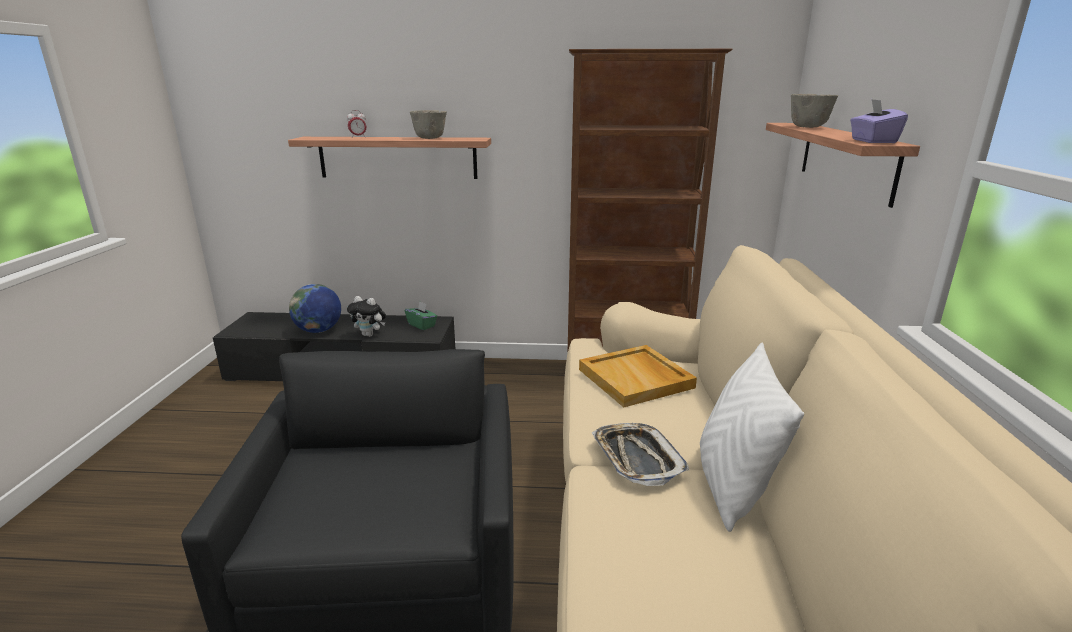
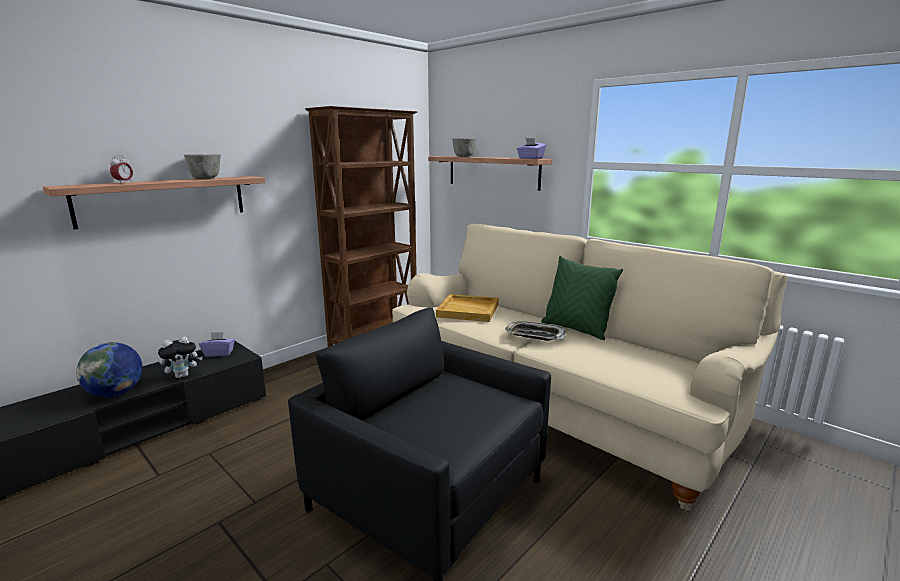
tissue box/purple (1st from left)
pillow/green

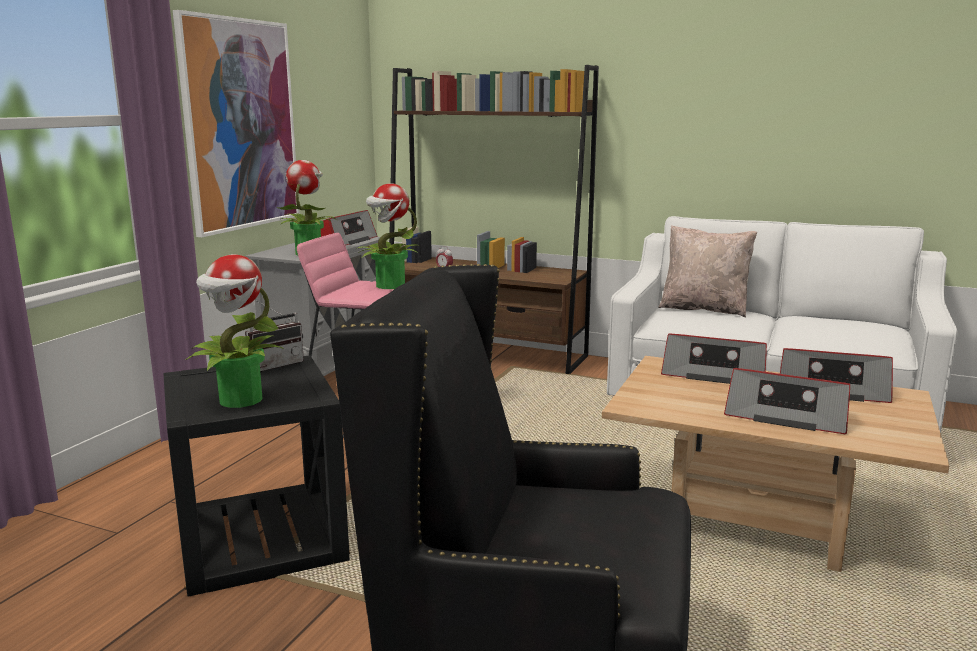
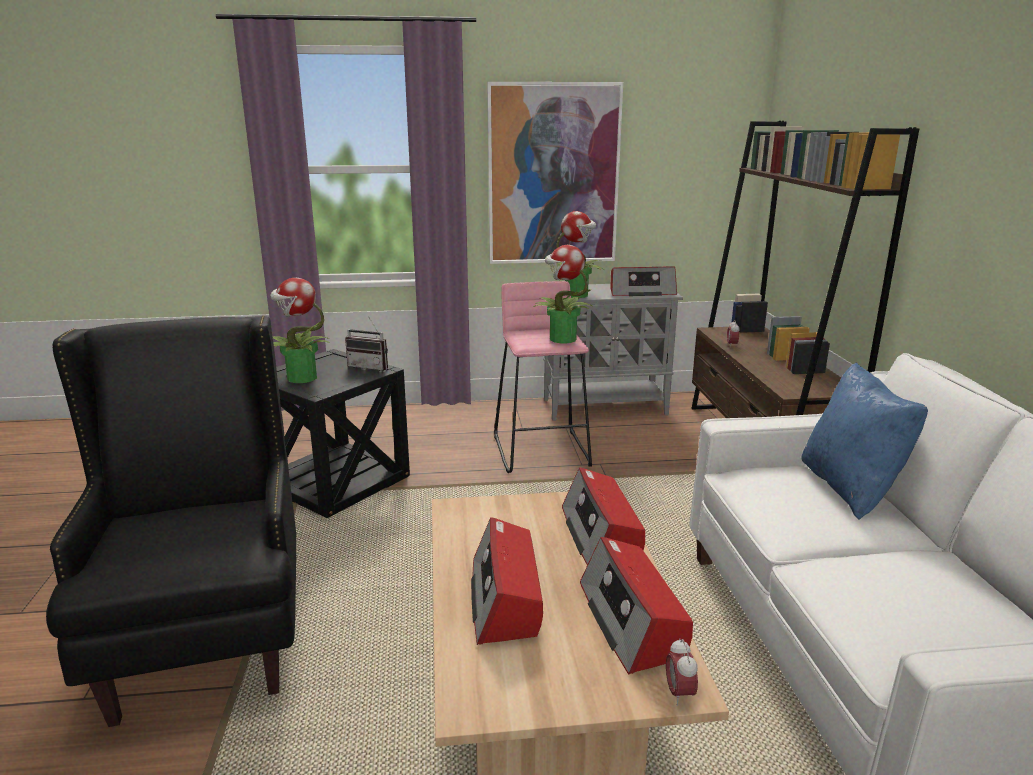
alarm clock (1st from left)
pillow/blue

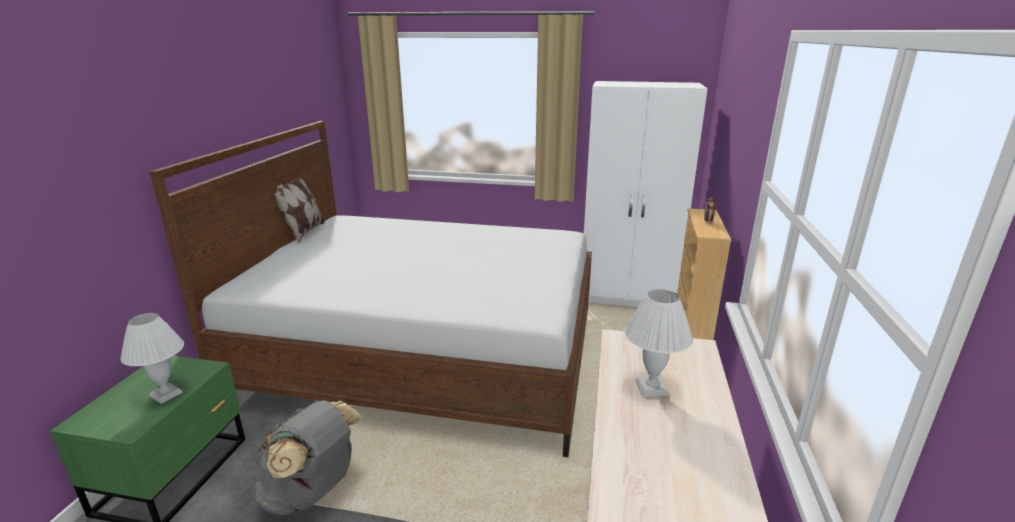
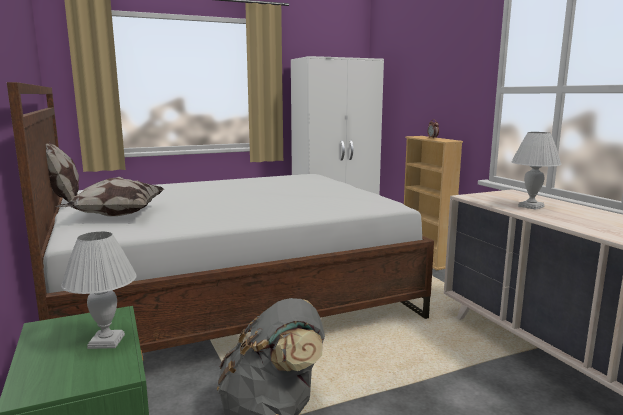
pillow (2nd from left)

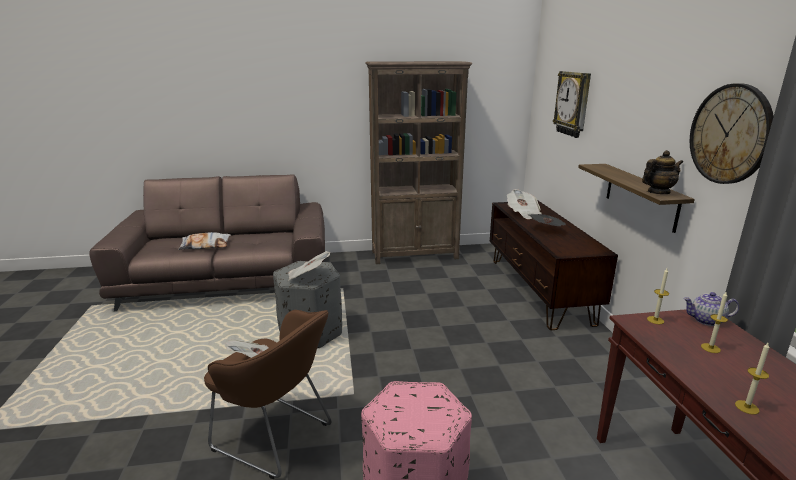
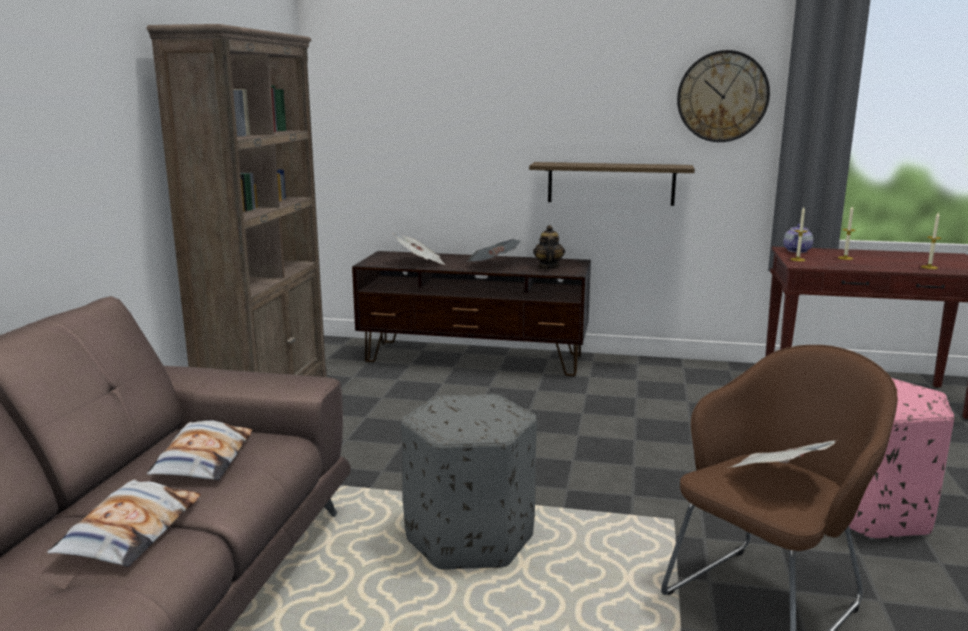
newspaper (2nd from left in the first image)
wall clock (1st from left in the first image)
pillow (2nd from left)
teapot (1st from left)

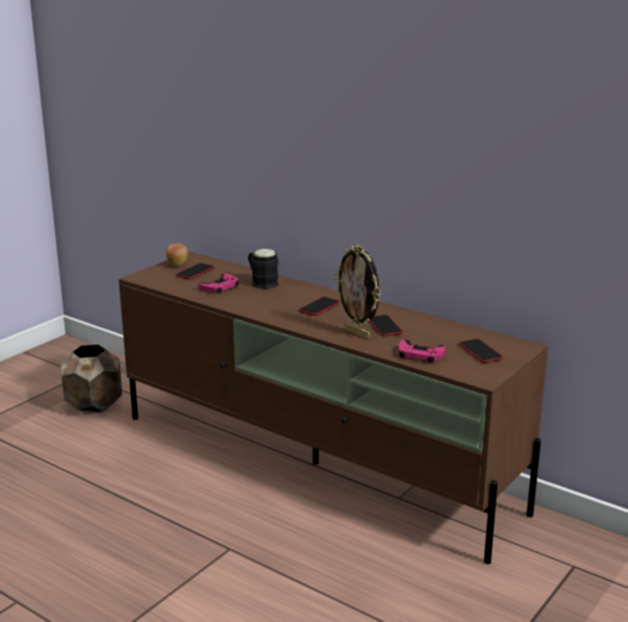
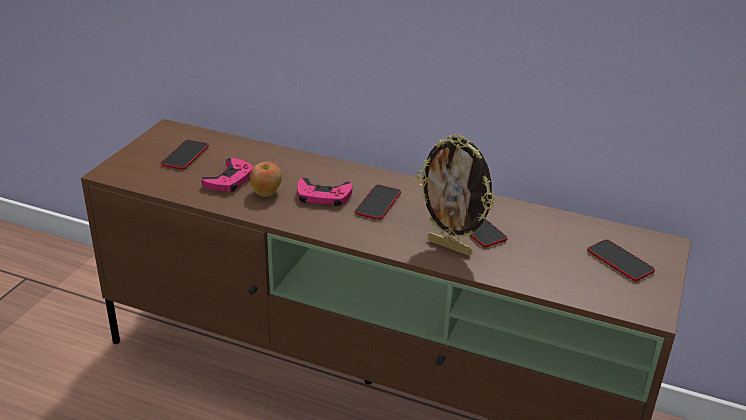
planter/brown
mug/black
apple
game controller/pink (2nd from left)

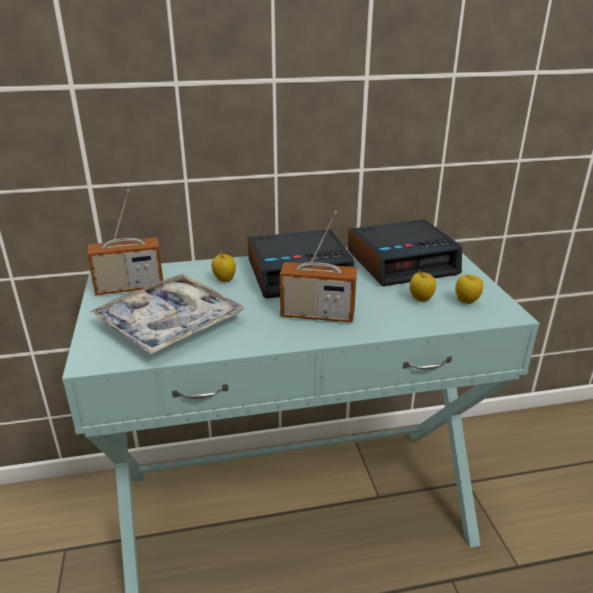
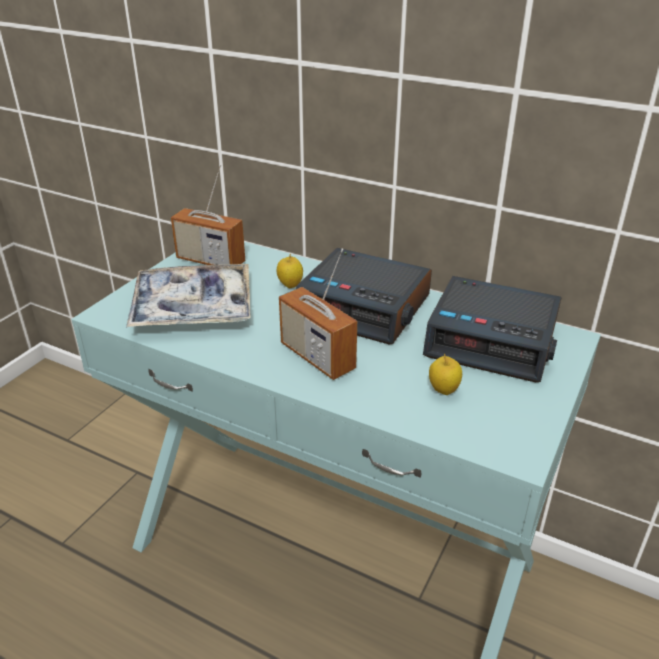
apple (3rd from left in the first image)

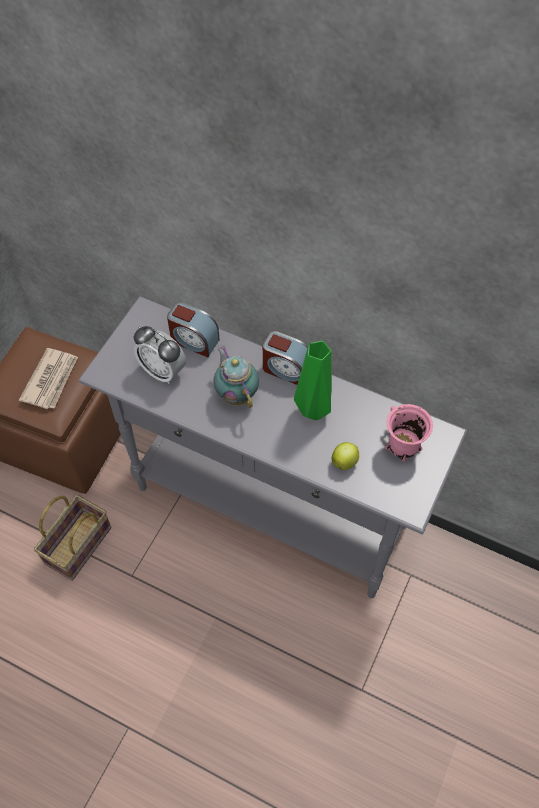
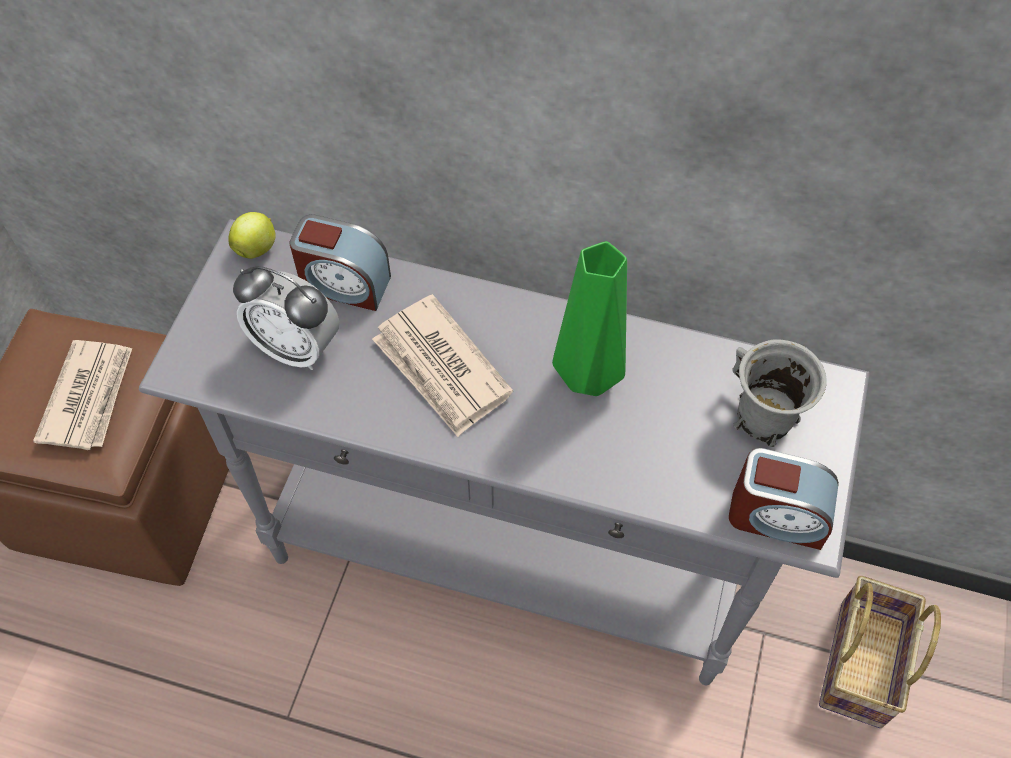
basket
alarm clock (3rd from left)
apple
newspaper (2nd from left)
mug/grey

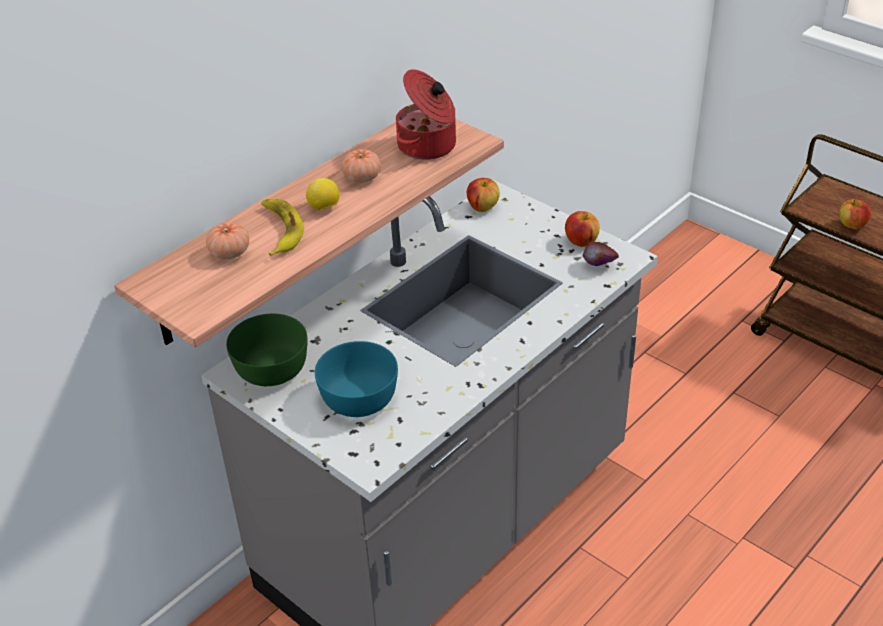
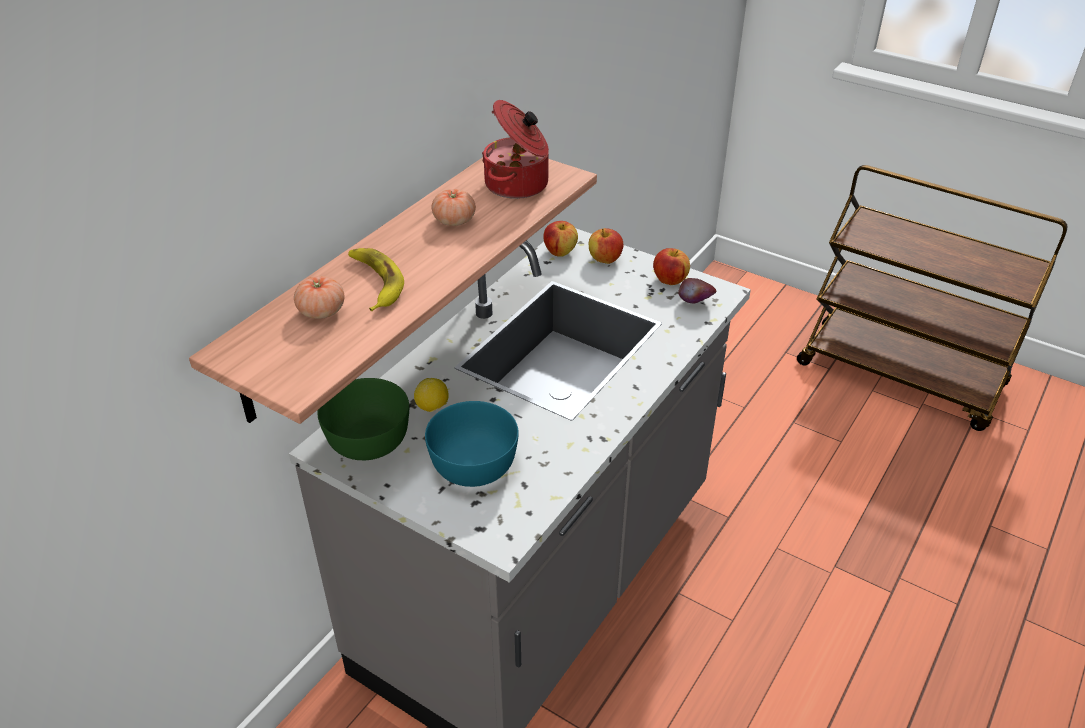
lemon
apple (2nd from left)

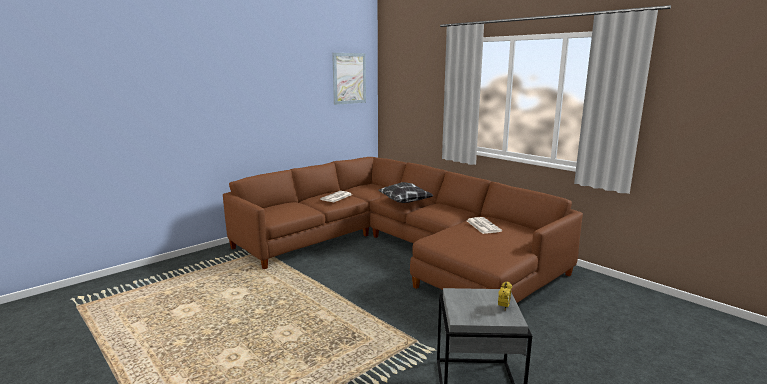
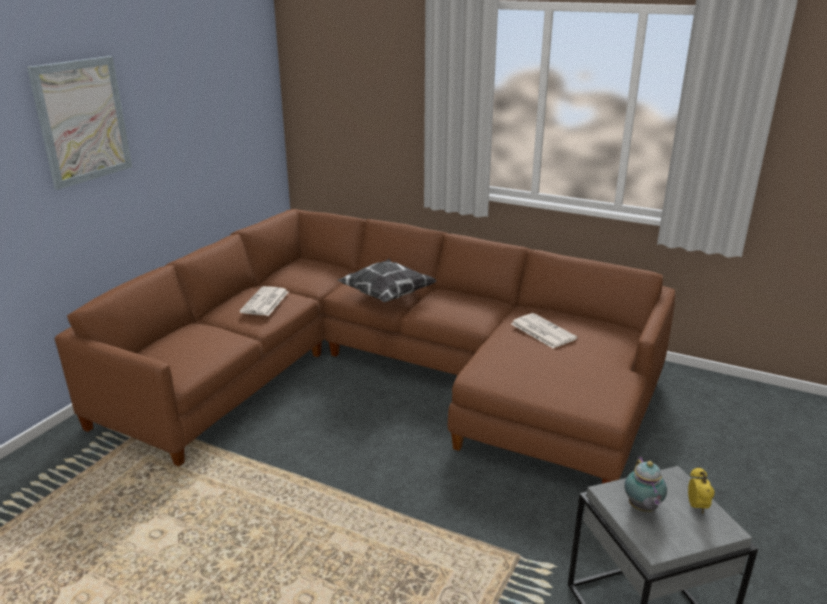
teapot
picture

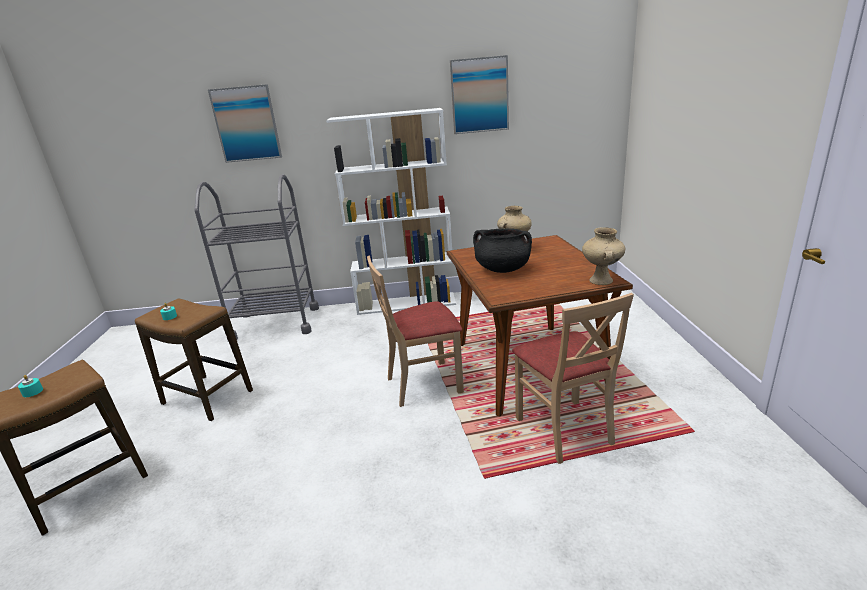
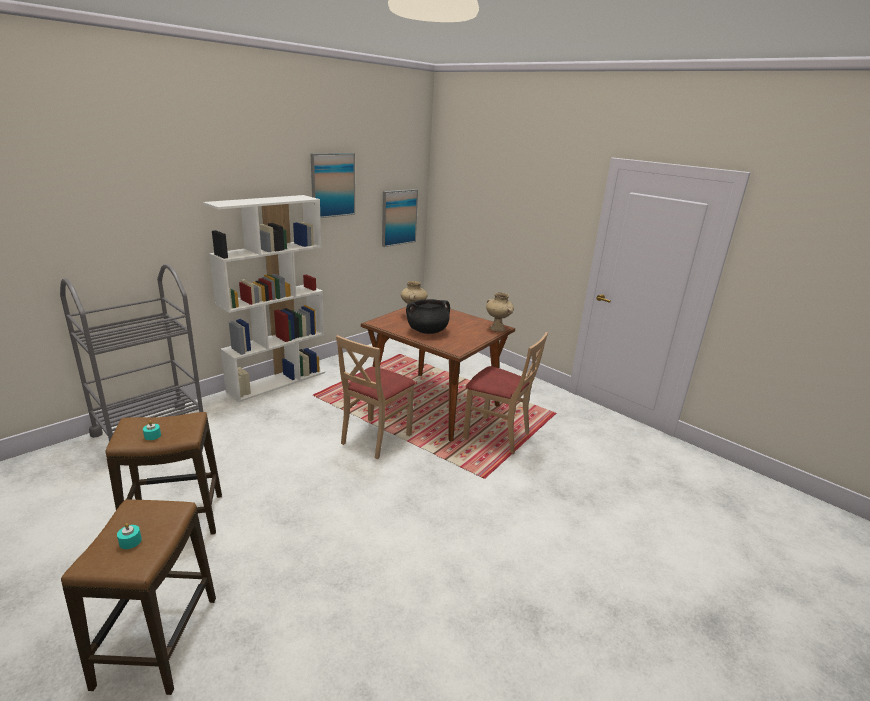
picture (2nd from left)

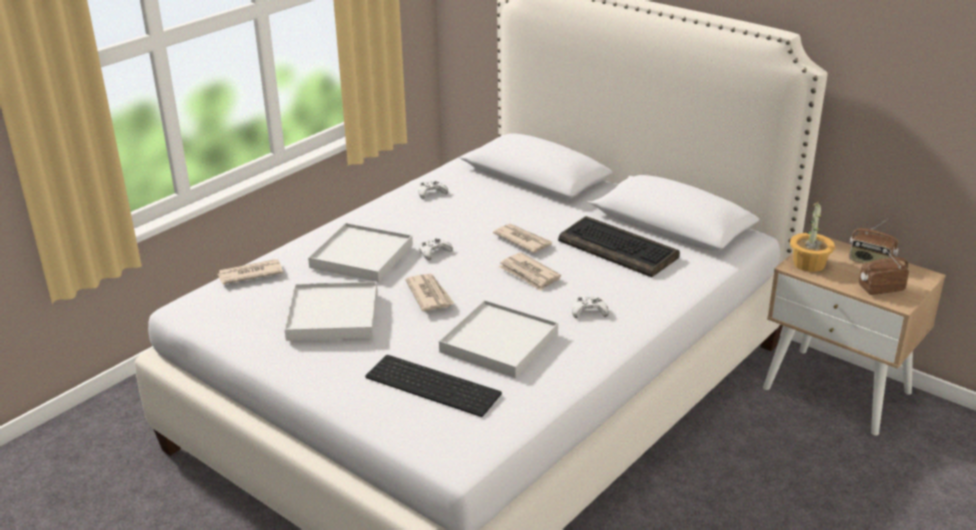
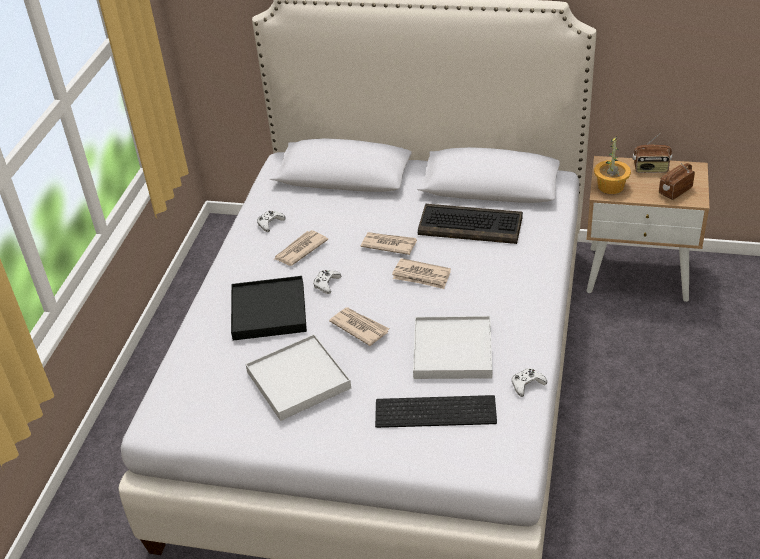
newspaper (1st from left)
game controller/white (3rd from left)
tray/black

